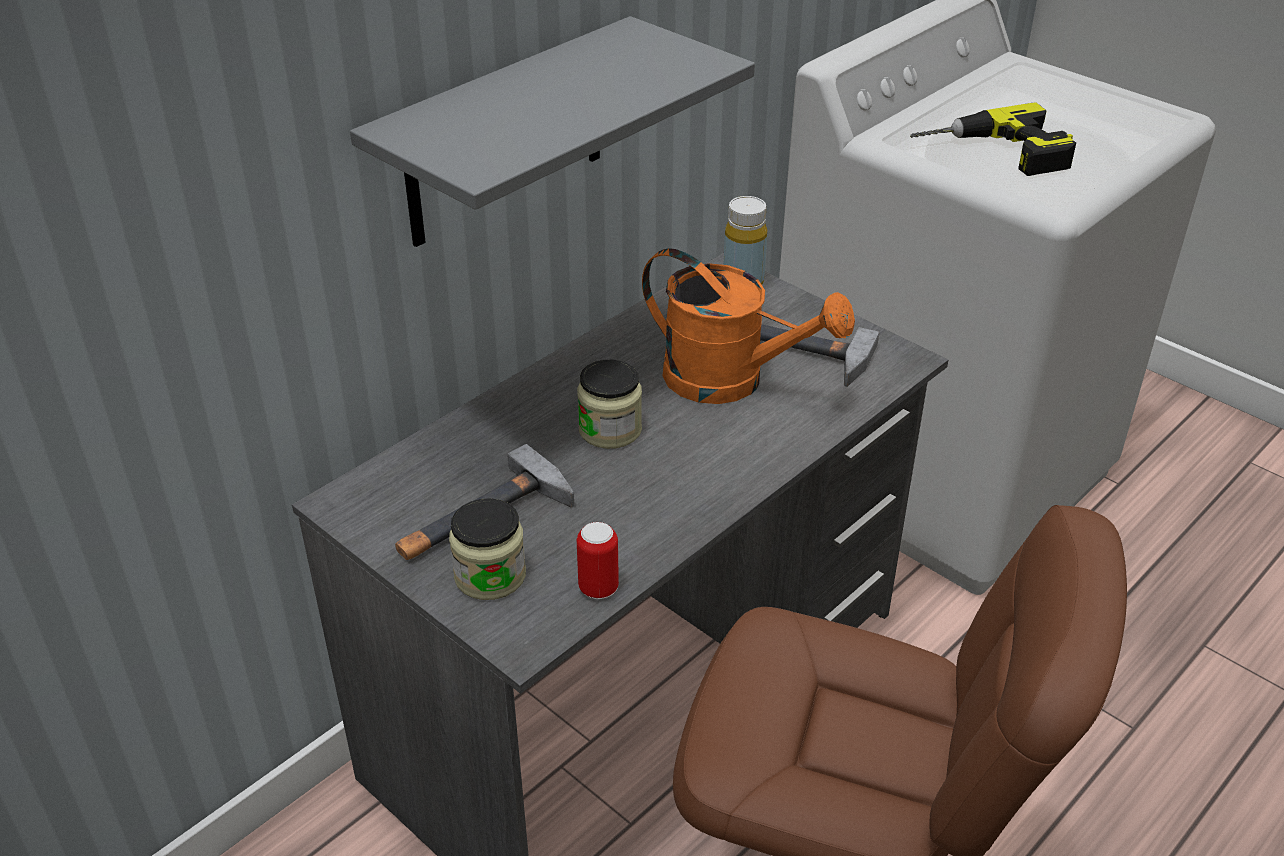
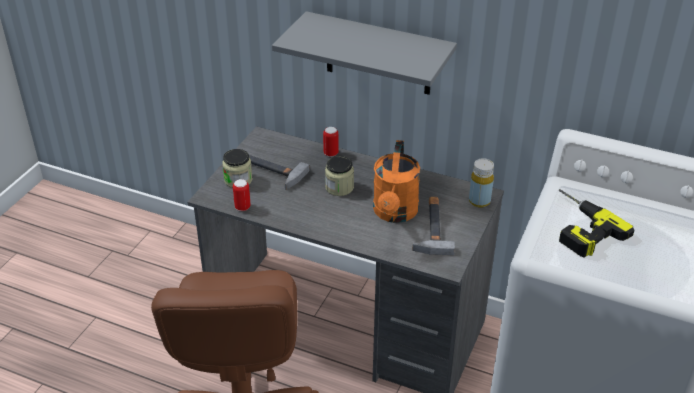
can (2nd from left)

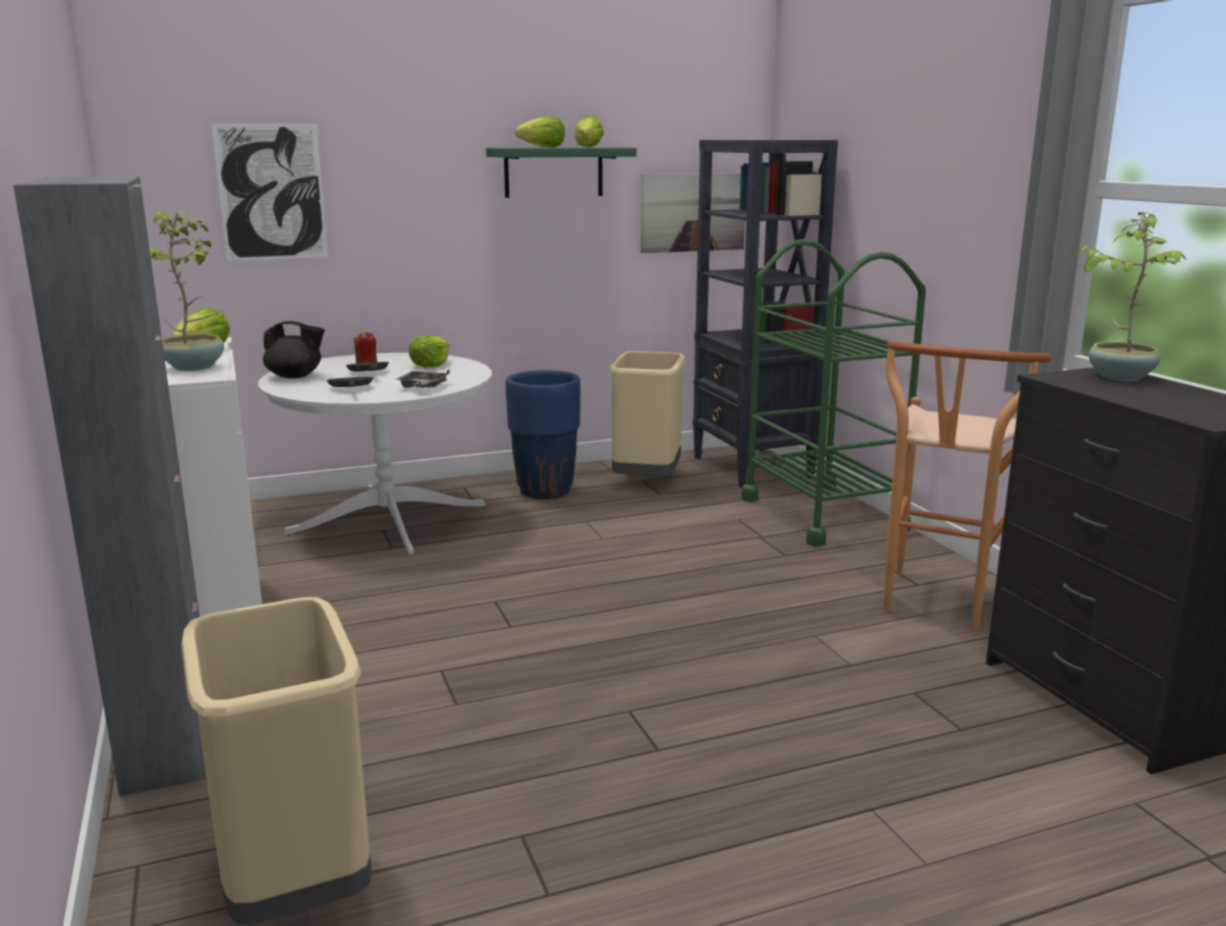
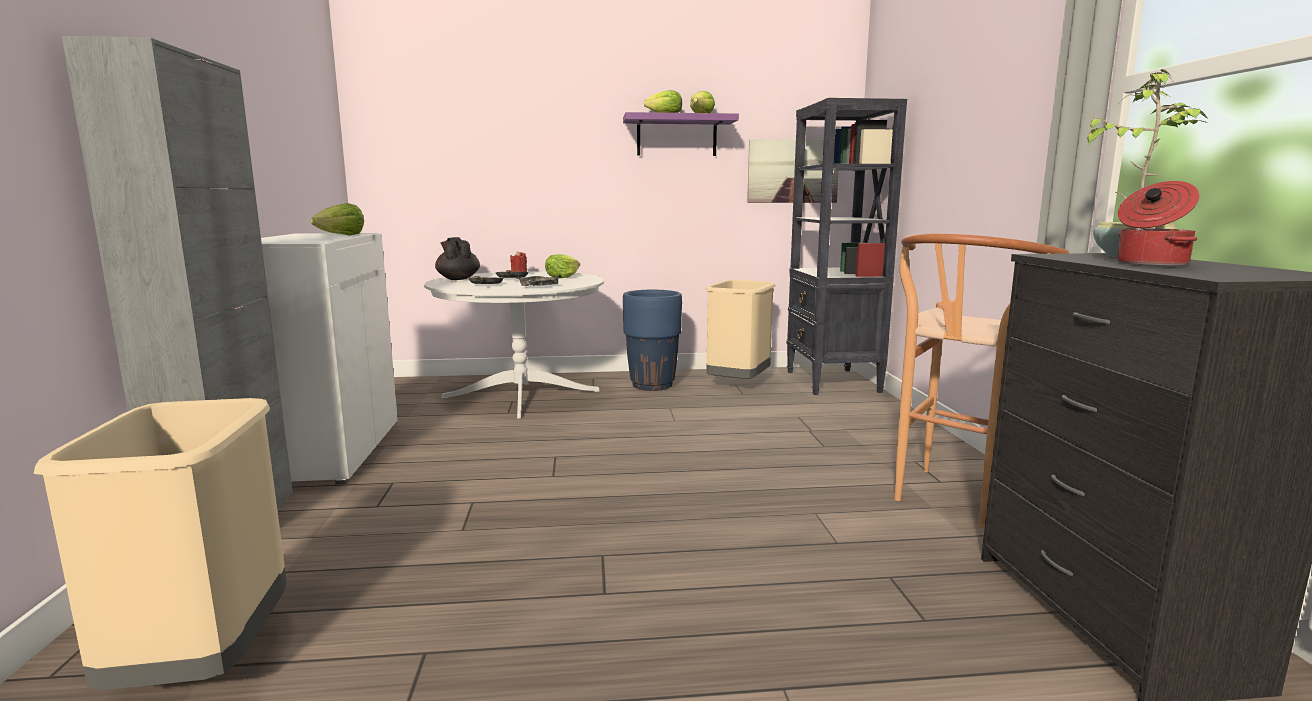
potted plant (1st from left in the first image)
picture (1st from left in the first image)
cart/green
cooking pot
shelf/purple
teapot/black

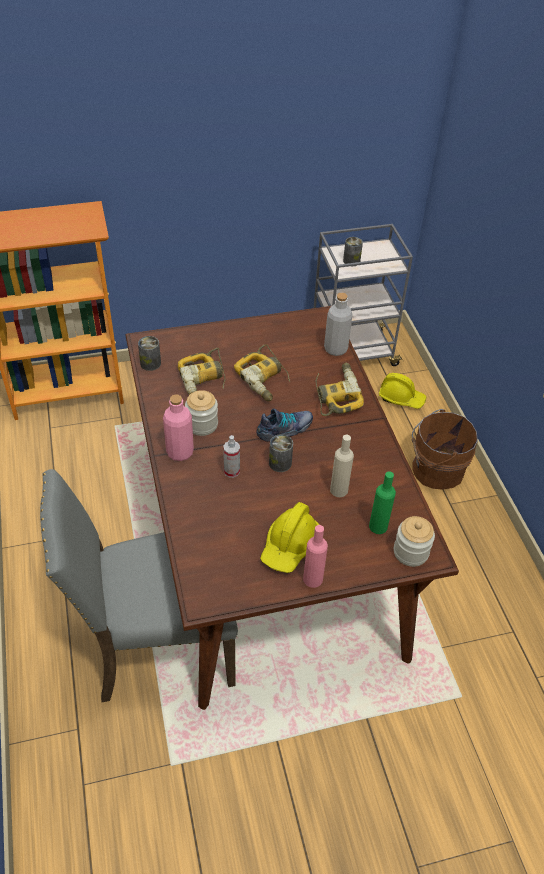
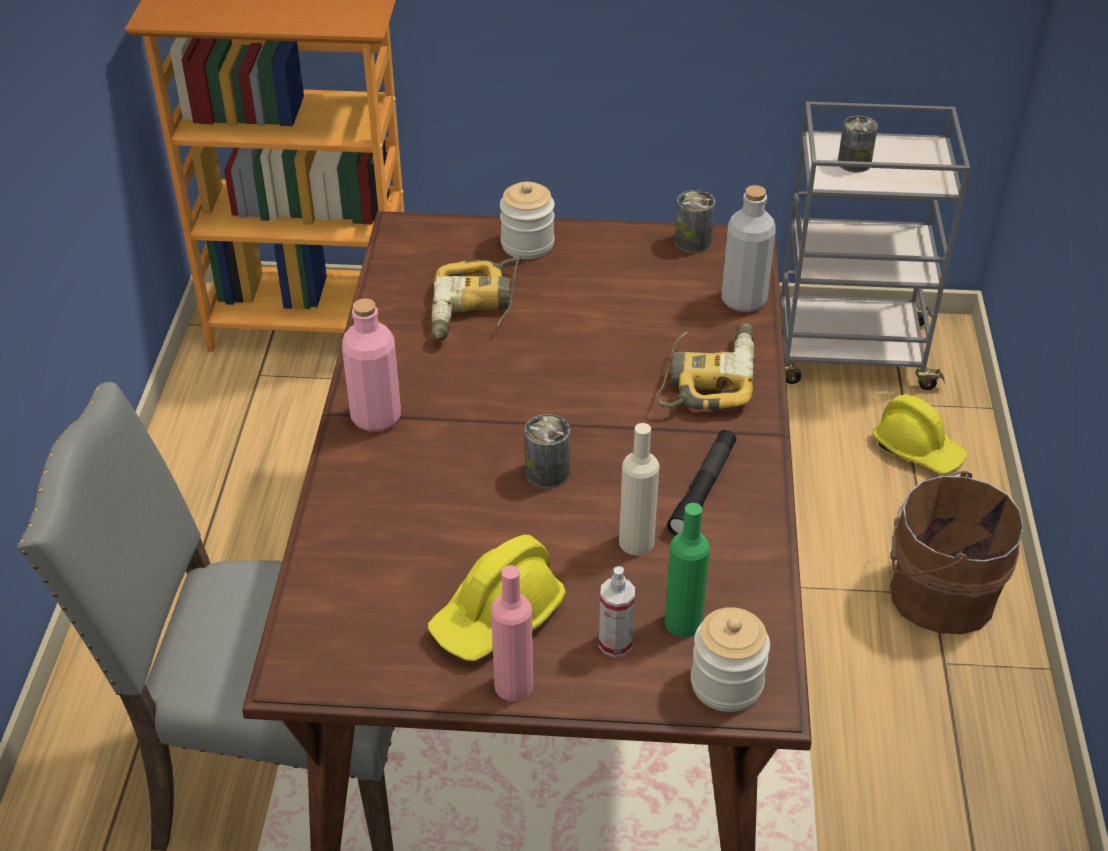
power drill (2nd from left in the first image)
shoe
flashlight/black
can (2nd from left)
jar (1st from left)
spray bottle

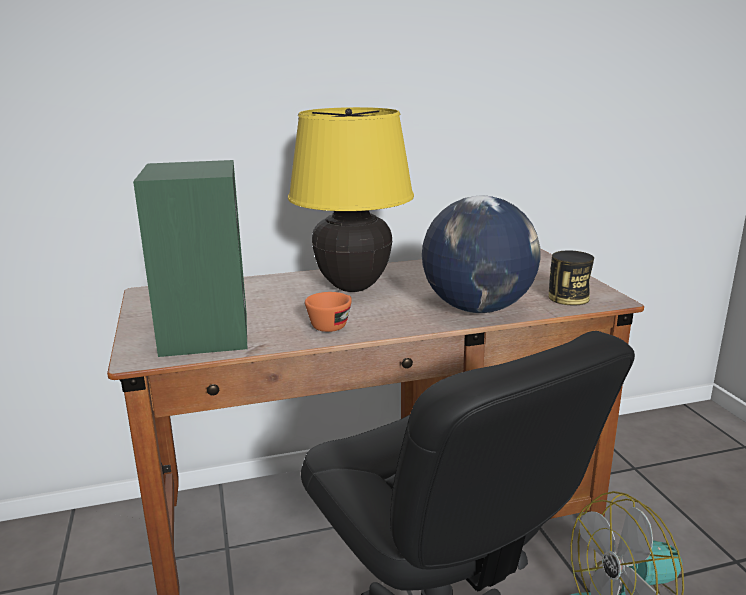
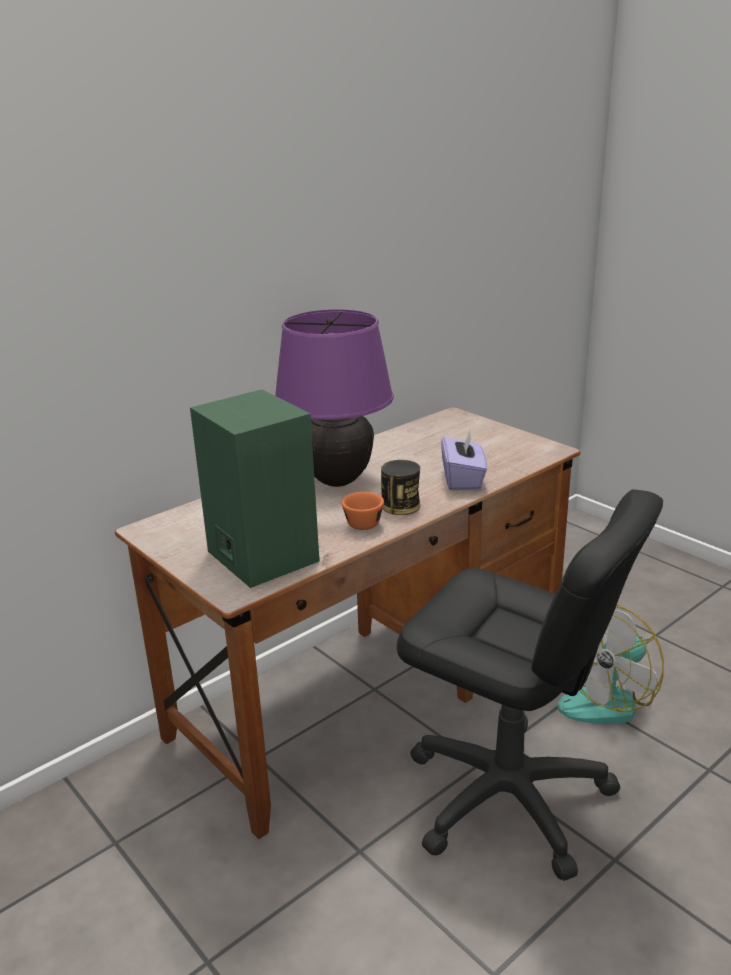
can
tissue box/purple
table lamp/purple

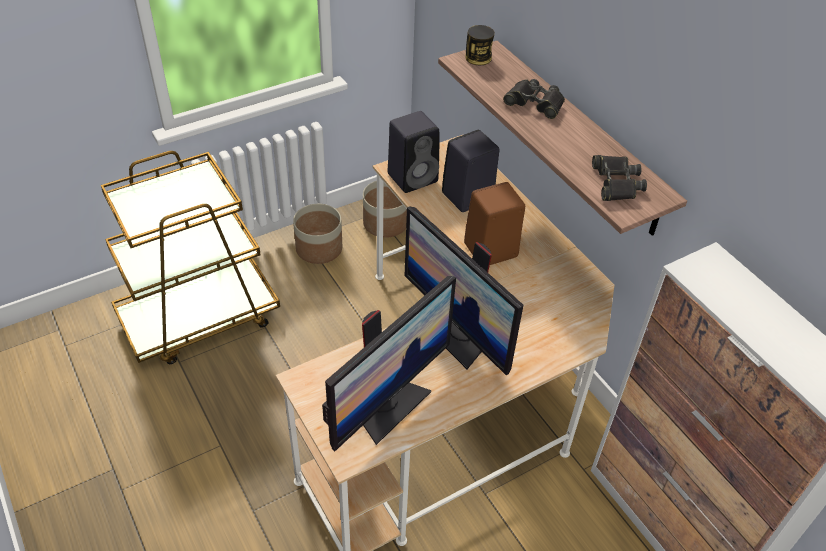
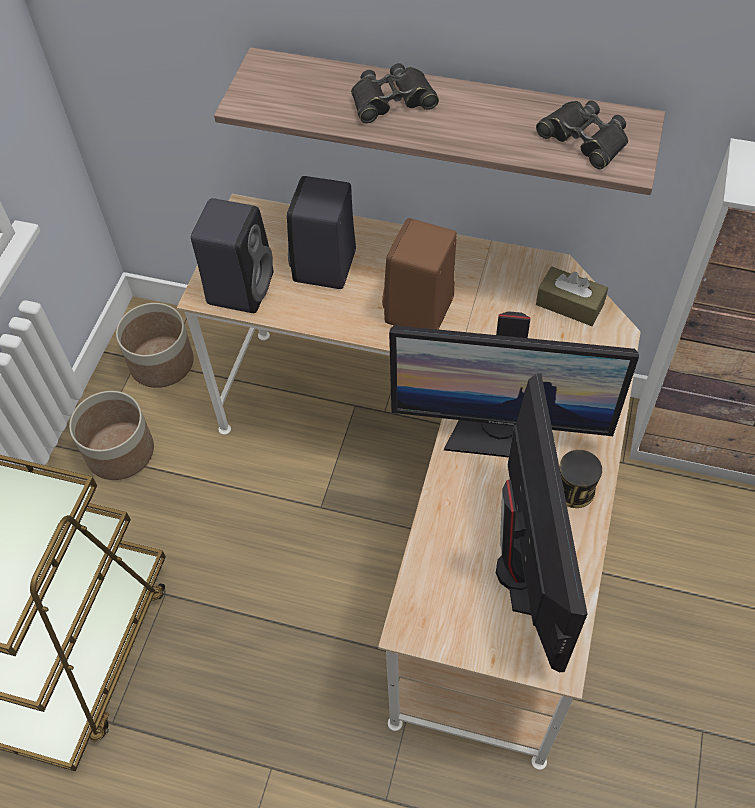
tissue box/brown
can

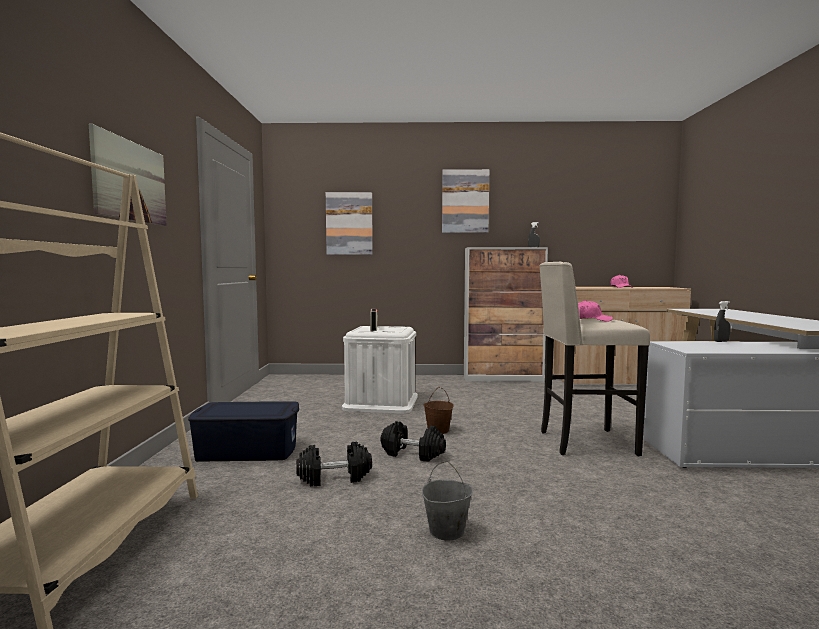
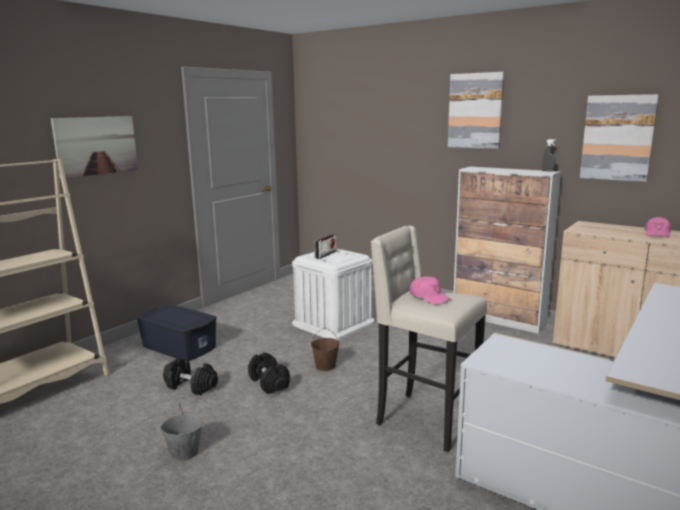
spray bottle/grey (2nd from left in the first image)
picture (3rd from left)

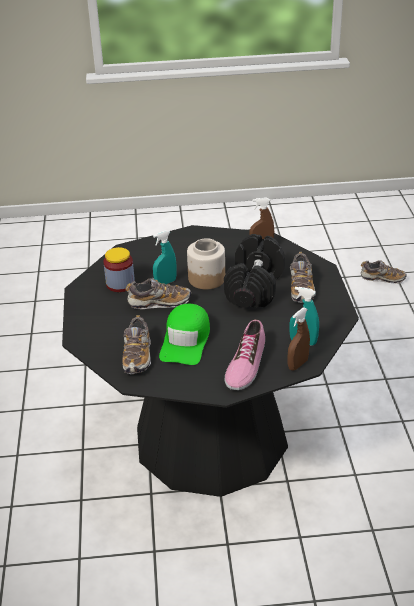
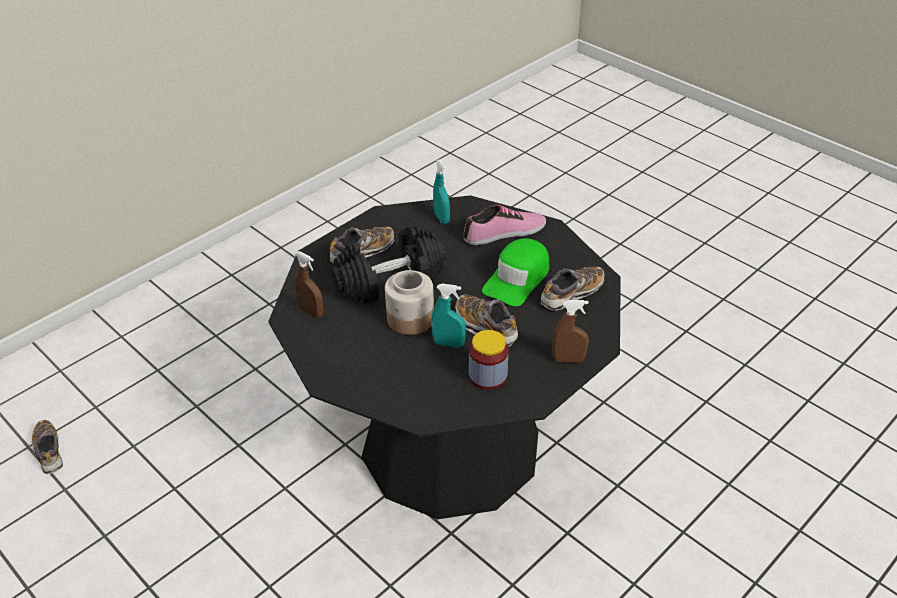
spray bottle/brown (2nd from left)
cap/green

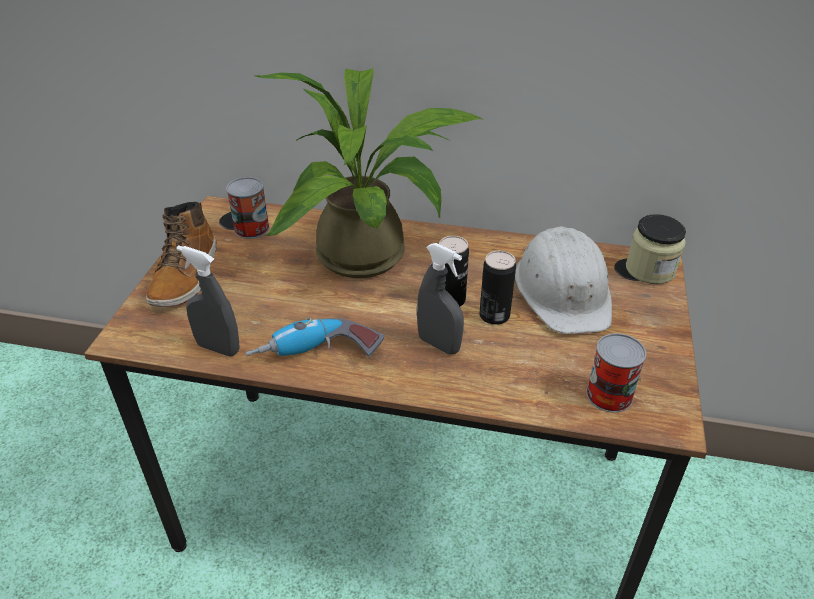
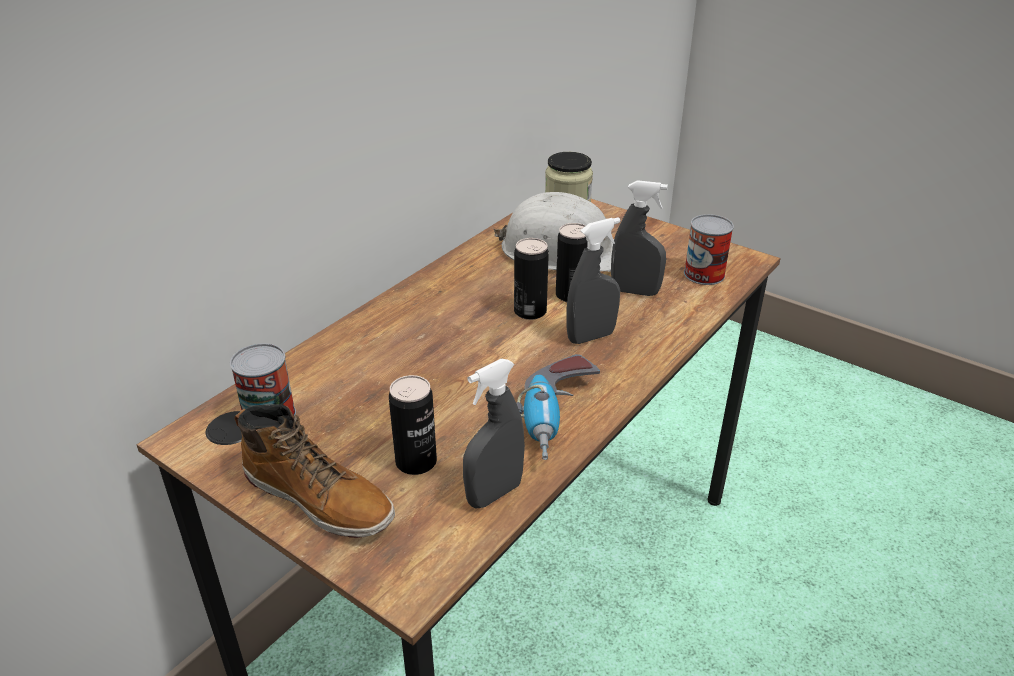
potted plant
can (2nd from left)
spray bottle/grey (3rd from left)

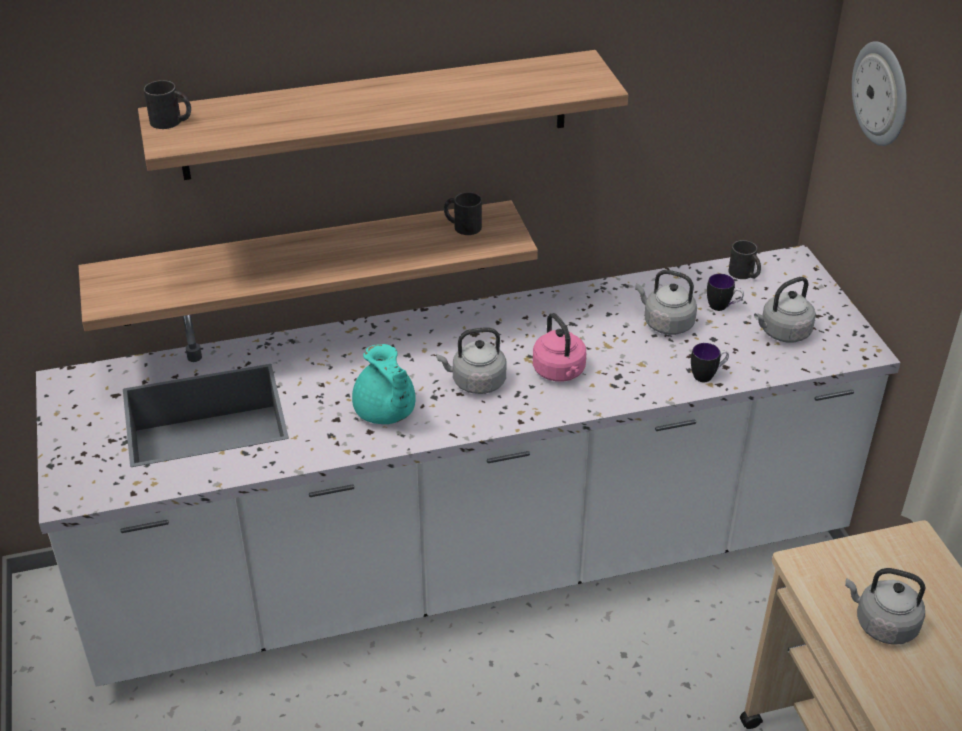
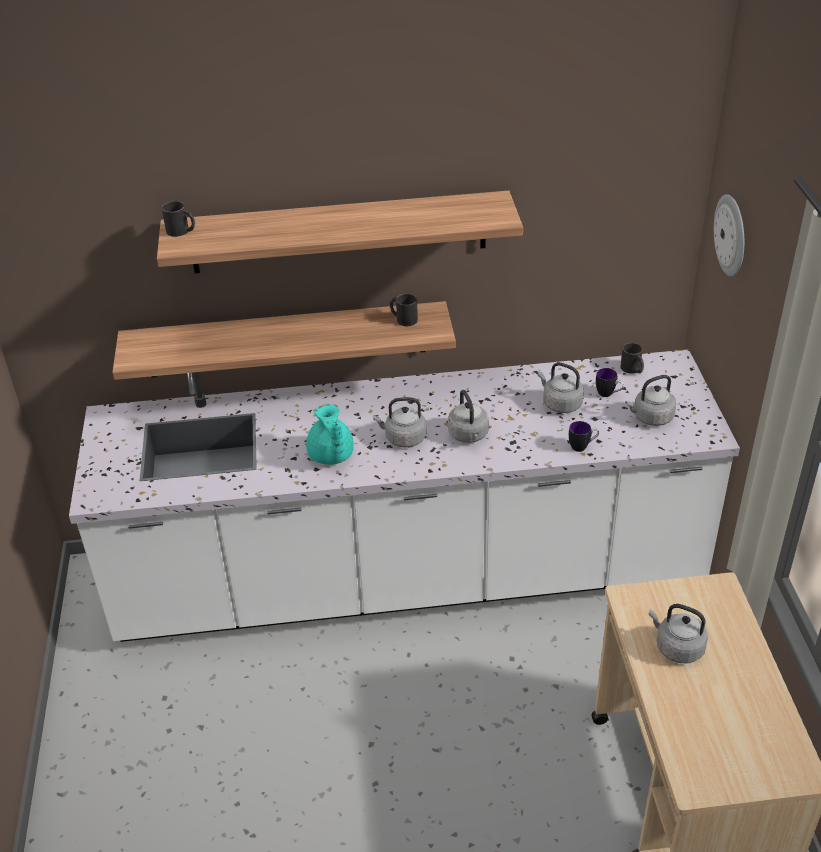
kettle/grey (2nd from left)

